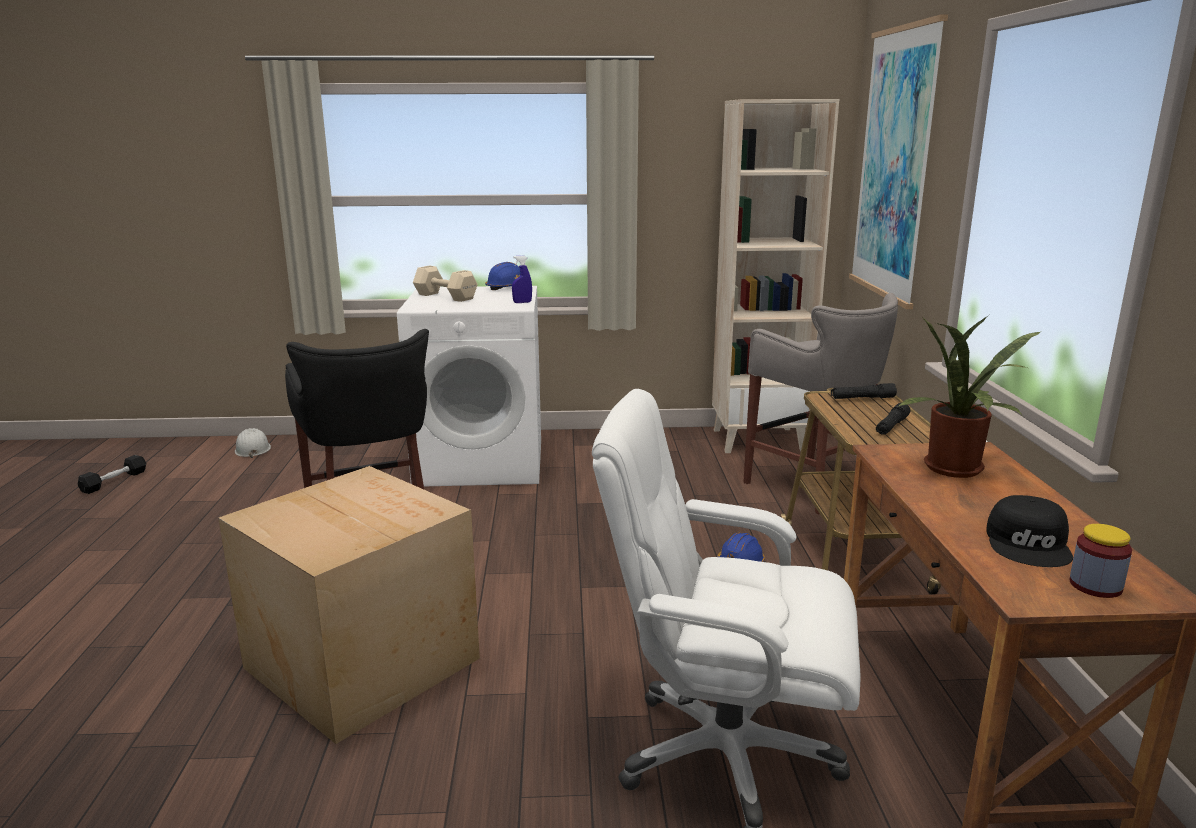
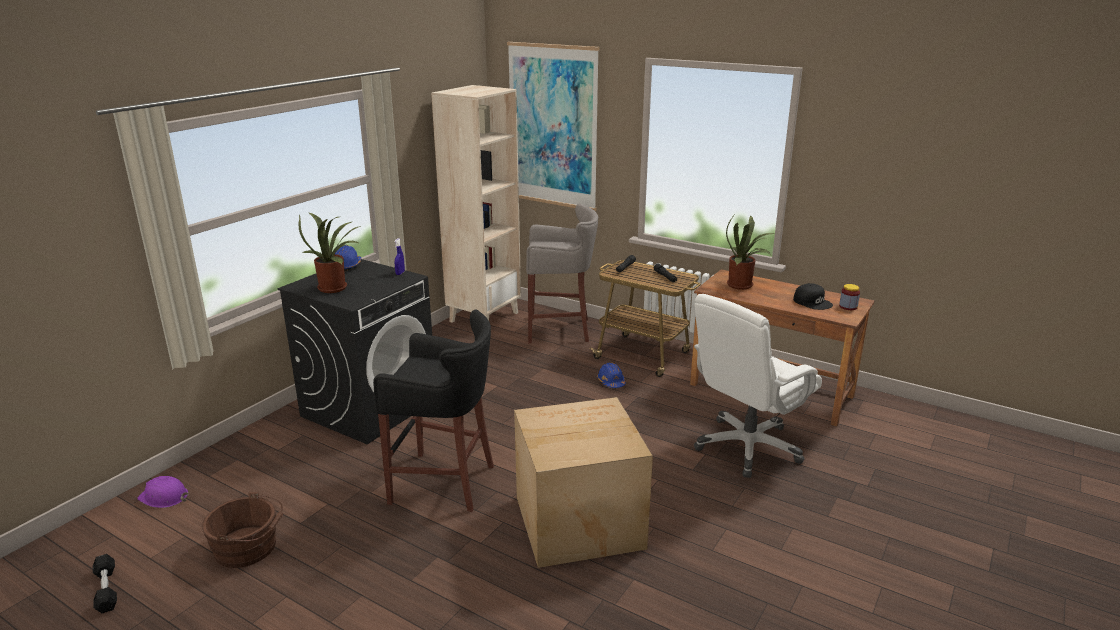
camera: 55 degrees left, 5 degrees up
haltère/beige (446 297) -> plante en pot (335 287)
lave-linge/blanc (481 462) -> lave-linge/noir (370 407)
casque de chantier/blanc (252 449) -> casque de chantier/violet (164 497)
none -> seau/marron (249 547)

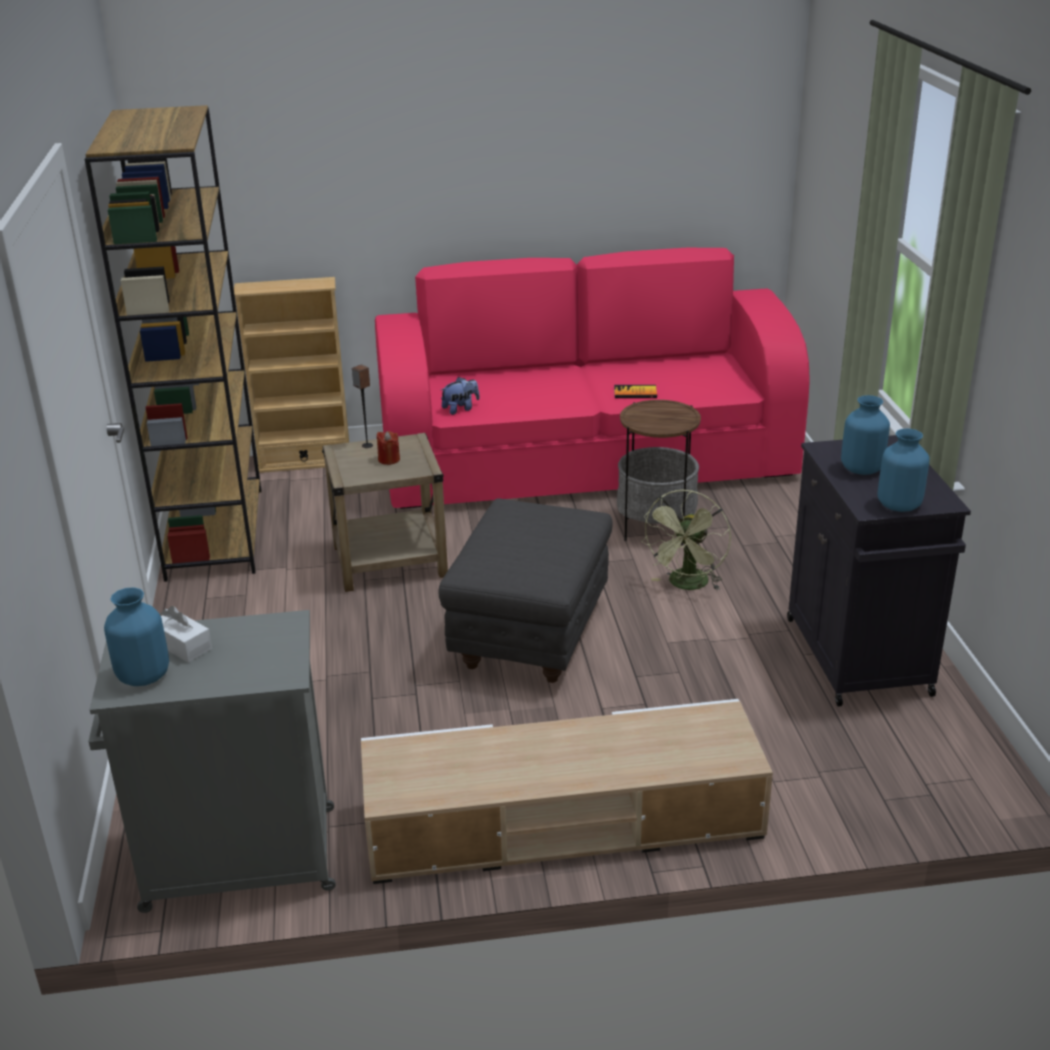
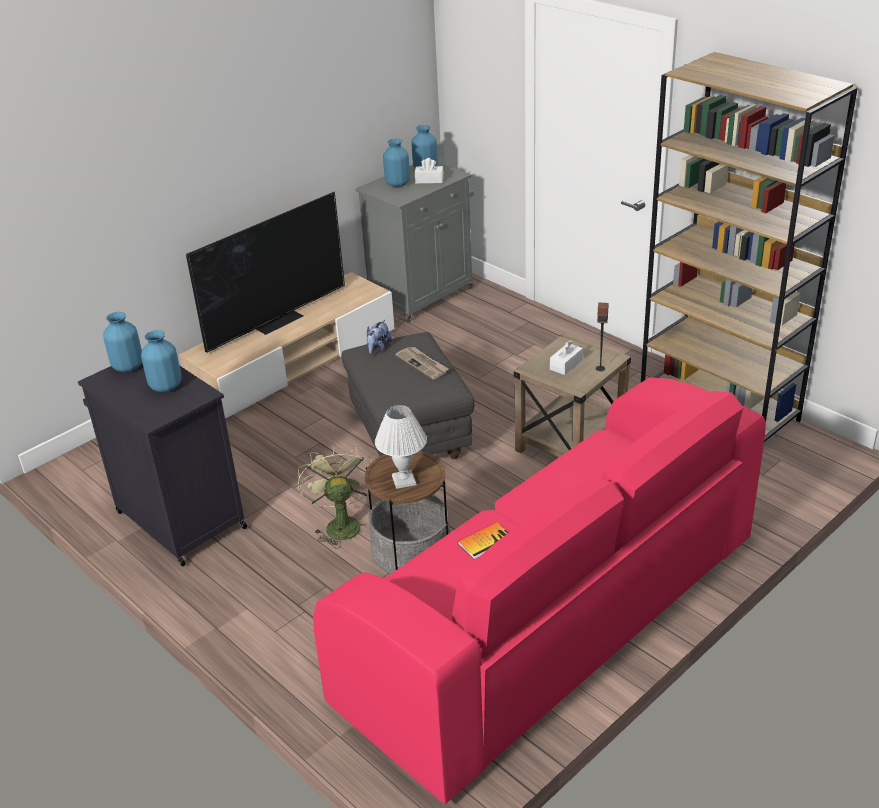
camera: 145 degrees right, 5 degrees up
bibliothèque/beige (305 462) -> none
peluche (460 409) -> peluche (378 348), moved
bougie/rouge (389 459) -> boîte à mouchoirs/blanc (566 364)
none -> vase/bleu (397 184)
none -> téléviseur (277 320)
none -> journal (423 364)
none -> lampe de table/blanc (404 481)

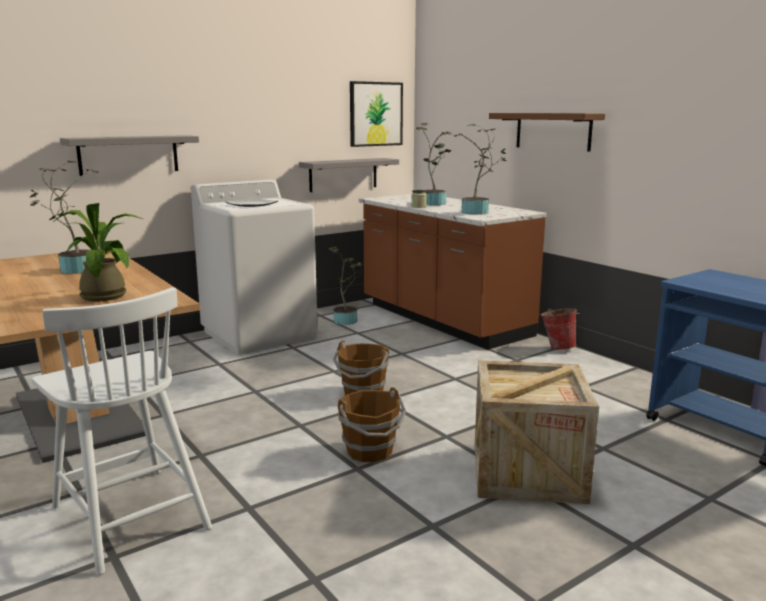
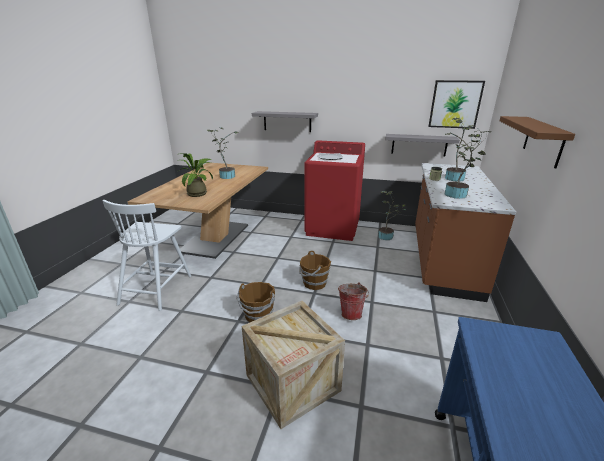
camera: 50 degrees right, 10 degrees up
lave-linge/blanc (260 334) -> lave-linge/rouge (333 228)
seau (557 347) -> seau (351 313), moved

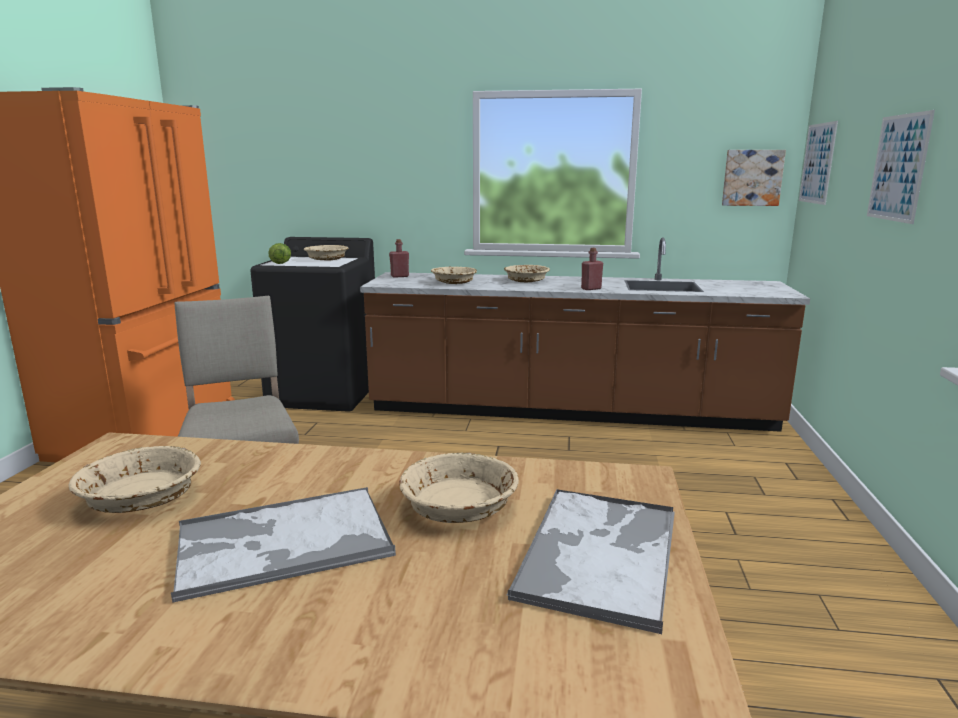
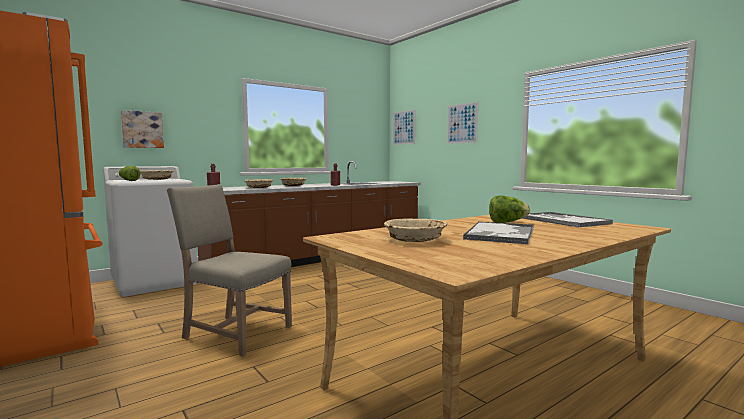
camera: 45 degrees left, 10 degrees down
tableau (752 178) -> tableau (142 129), moved
lave-linge/noir (325 394) -> lave-linge/blanc (155 282)
bol/beige (459 506) -> laitue (507 222)

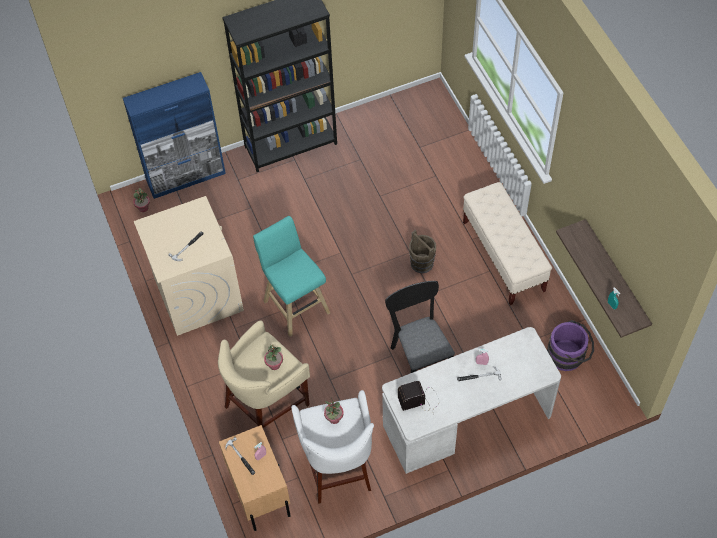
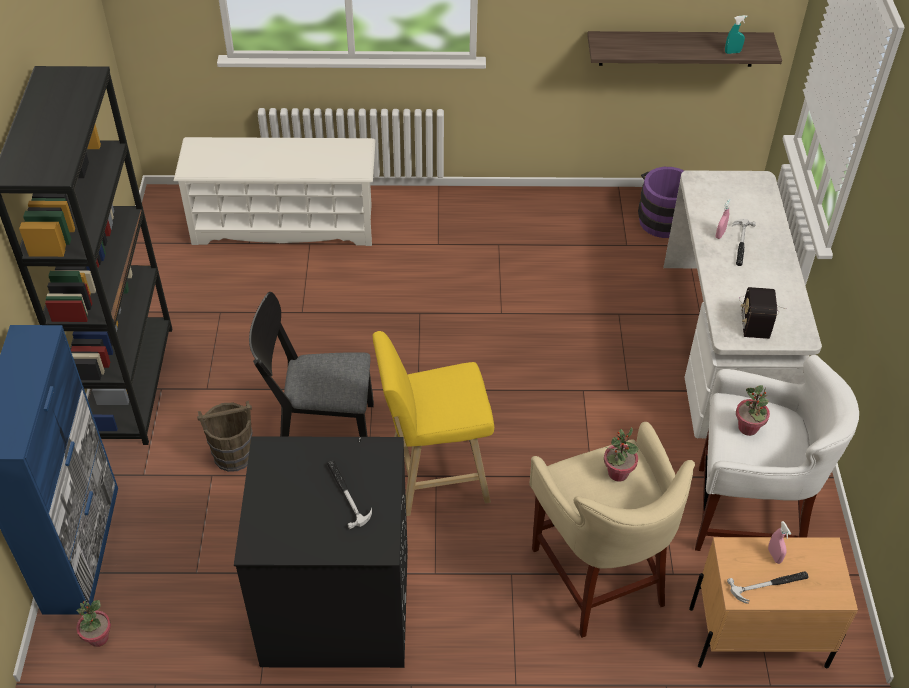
camera: 70 degrees left, 10 degrees down
banc/beige (503 256) -> none
lave-linge/beige (198 293) -> lave-linge/noir (335 606)
tabouret/turquoise (295 304) -> tabouret/jaune (434 476)
seau/marron (421 263) -> seau/marron (233 455), moved
chaise/noir (419 357) -> chaise/noir (318 429), moved
none -> étagère à chaussures/blanc (285 224)

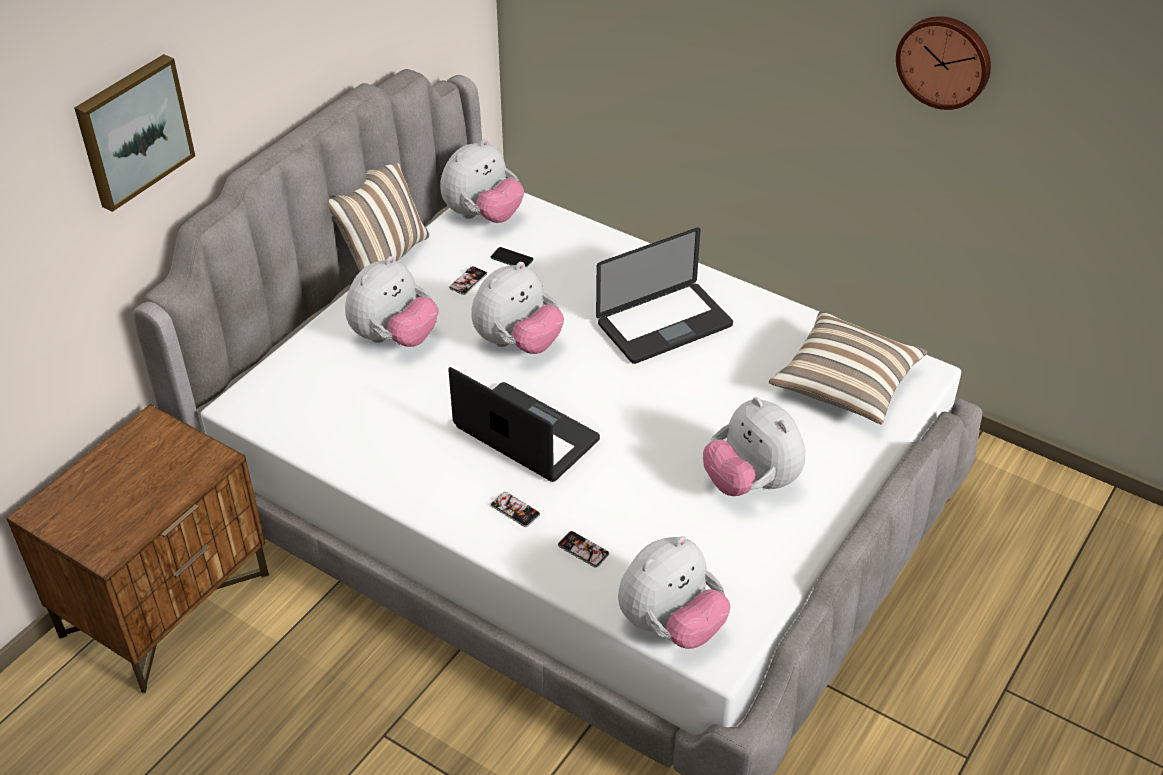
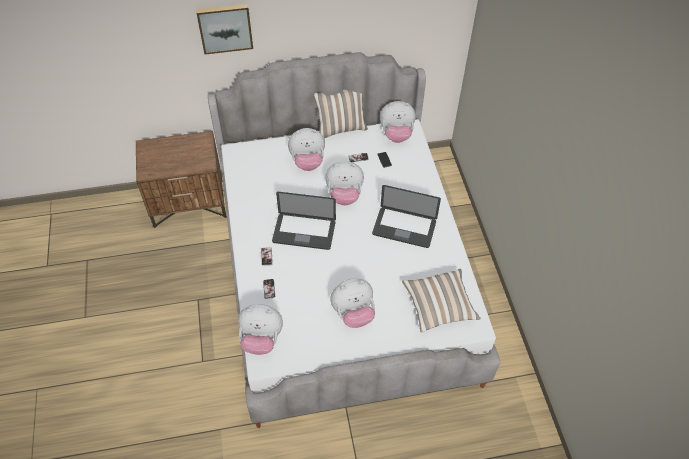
camera: 45 degrees right, 10 degrees up
horloge murale (945 61) -> none
ordinateur portable (526 434) -> ordinateur portable (304 232), 105 degrees clockwise
peluche (751 483) -> peluche (353 313), 120 degrees counterclockwise

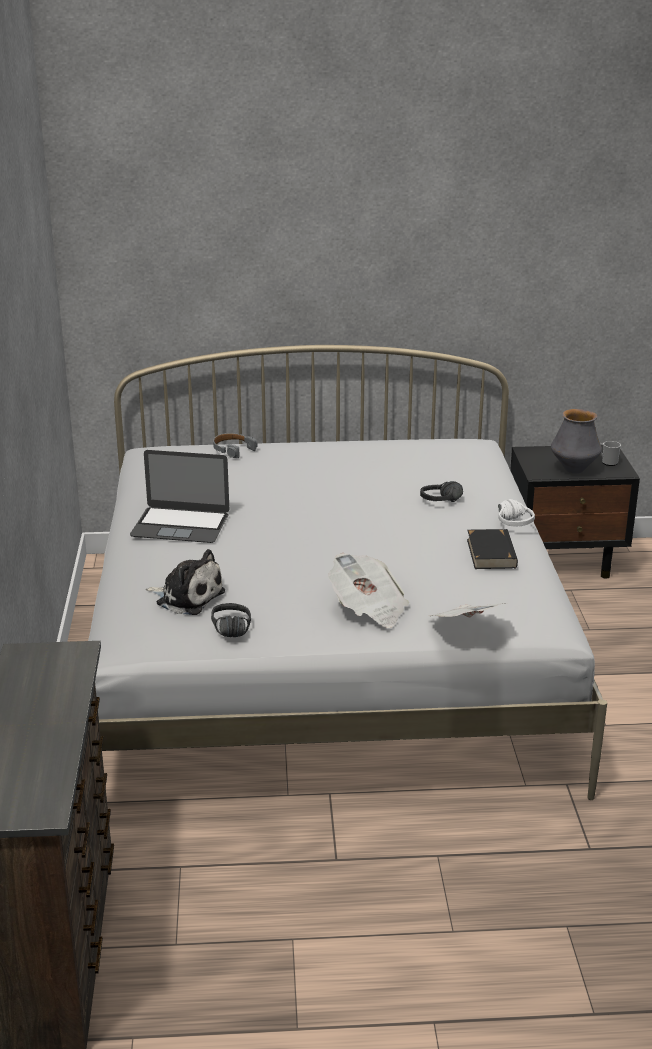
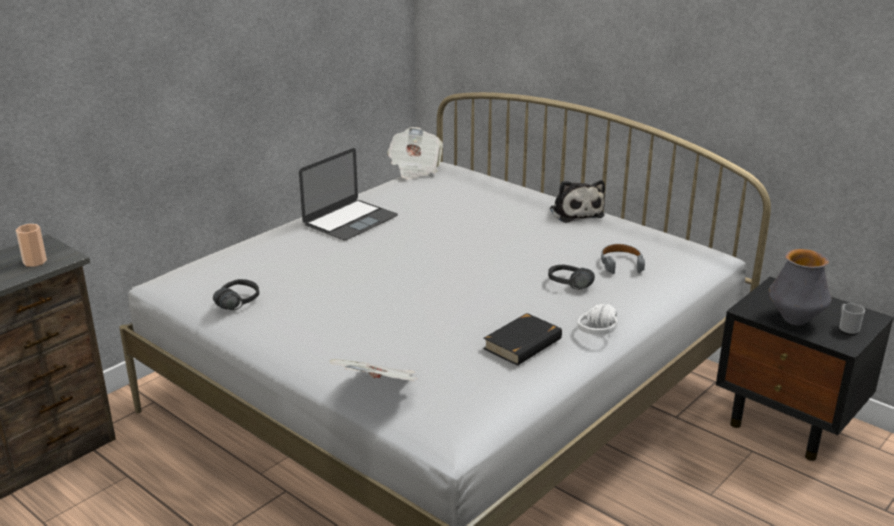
camera: 45 degrees right, 0 degrees up
casque audio/gris (233 449) -> casque audio/gris (621 264), moved
ordinateur portable (180 525) -> ordinateur portable (350 220), 105 degrees counterclockwise
peluche (187 597) -> peluche (575 212), moved
journal (368 609) -> journal (415 168), moved
none -> tasse (35 261)

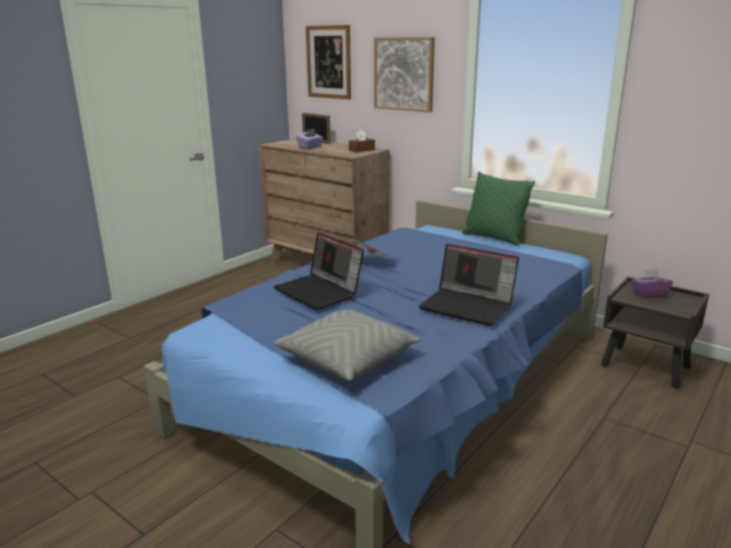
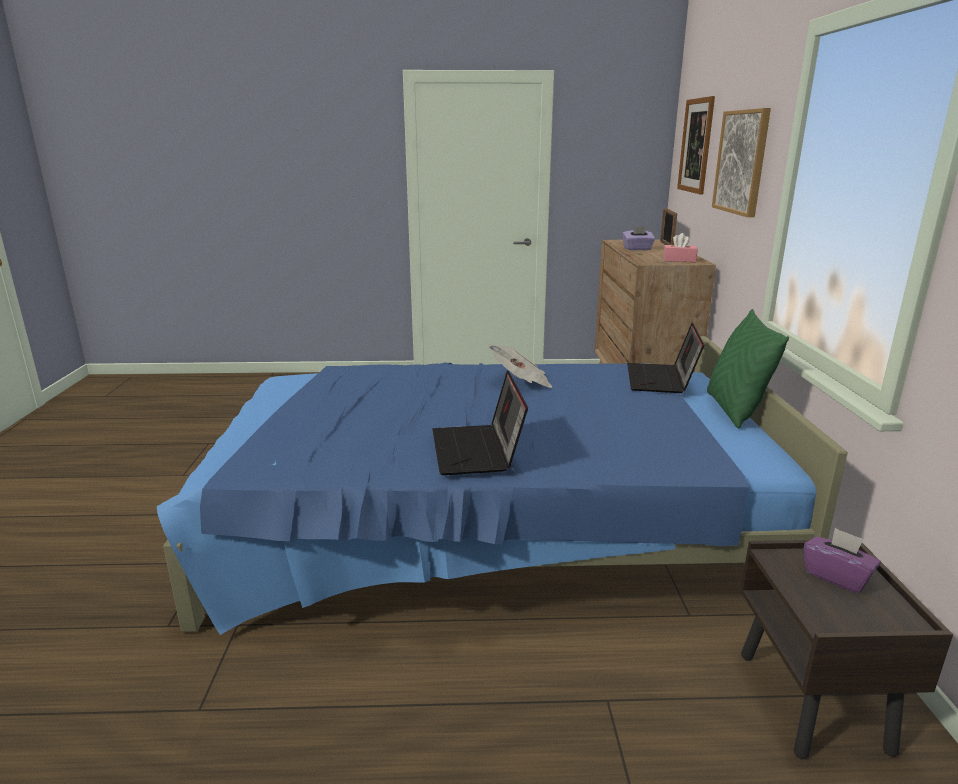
camera: 50 degrees right, 0 degrees up
boîte à mouchoirs/marron (361 150) -> boîte à mouchoirs/rose (679 260)
ordinateur portable (319 292) -> ordinateur portable (661 380), moved
coussin/gris (348 359) -> none

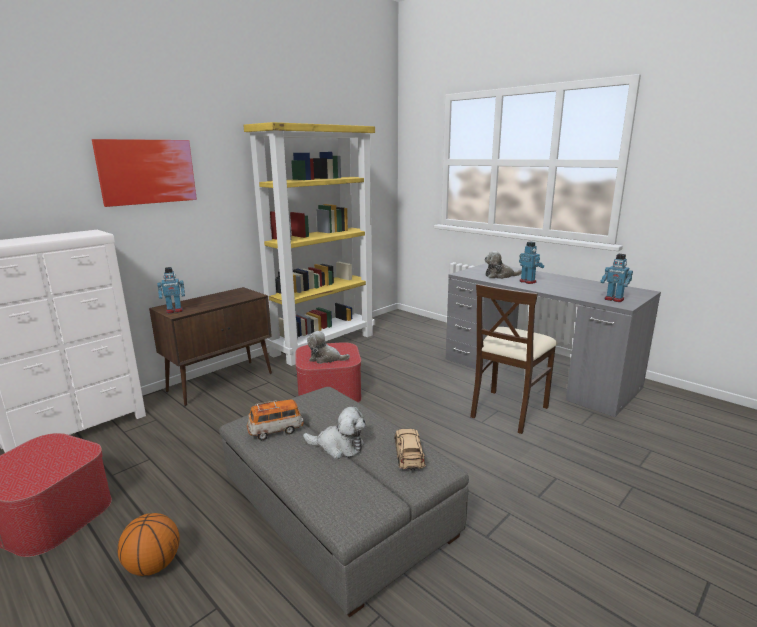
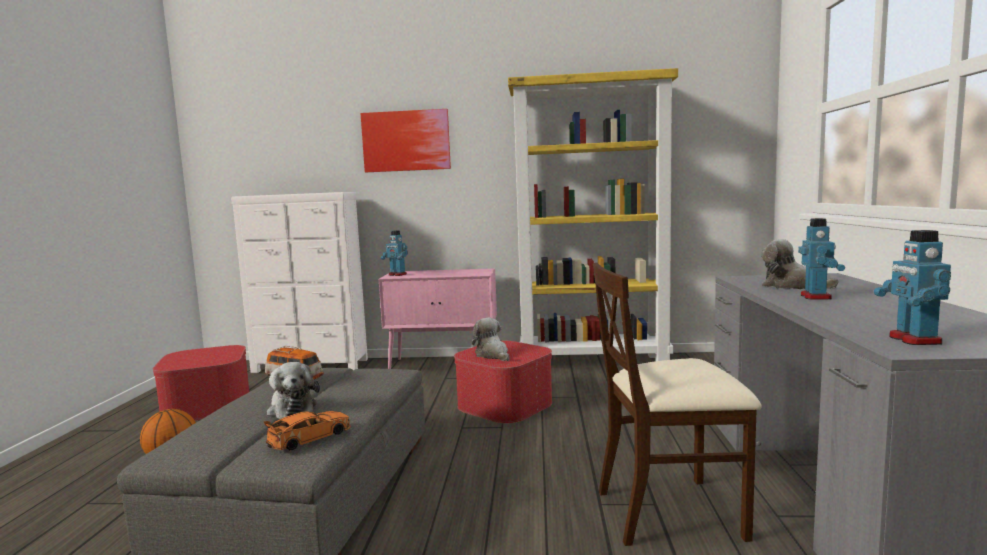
camera: 50 degrees right, 10 degrees down
meuble de rangement/marron (221 382) -> meuble de rangement/rose (445 365)
petite voiture/beige (409 453) -> petite voiture/orange (309 437)

